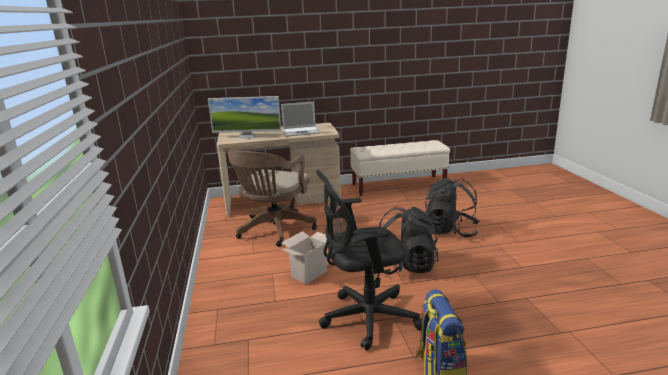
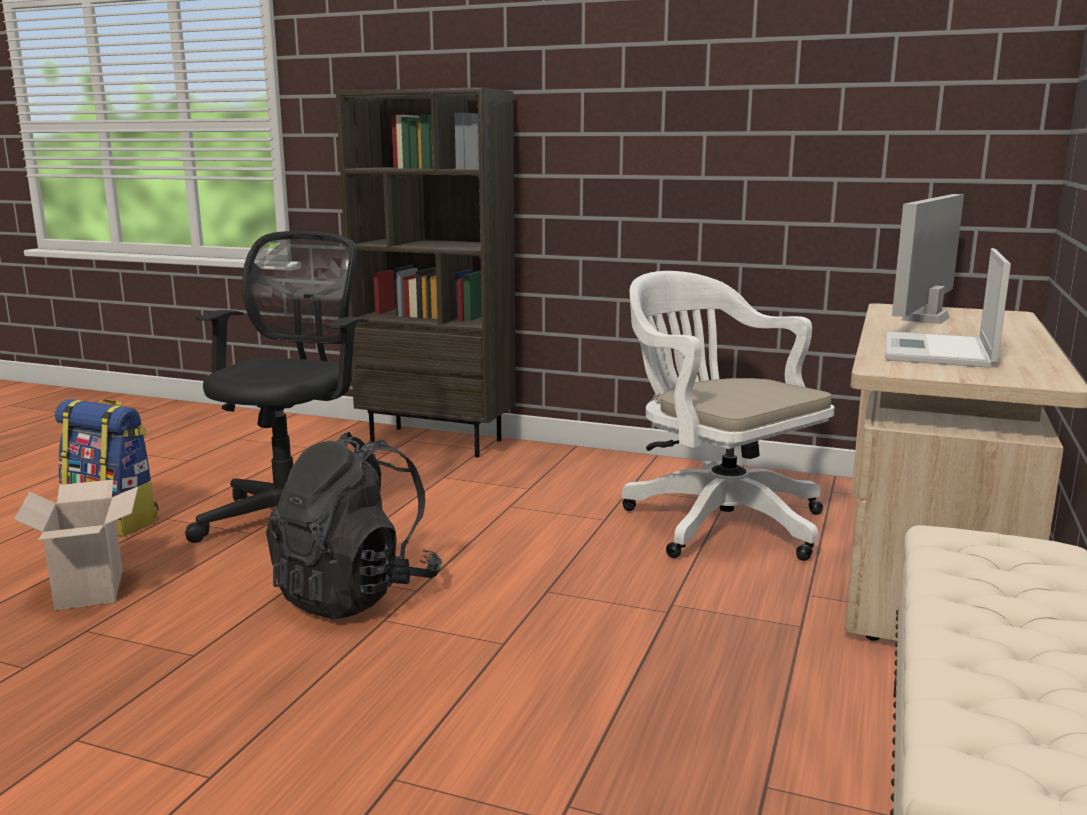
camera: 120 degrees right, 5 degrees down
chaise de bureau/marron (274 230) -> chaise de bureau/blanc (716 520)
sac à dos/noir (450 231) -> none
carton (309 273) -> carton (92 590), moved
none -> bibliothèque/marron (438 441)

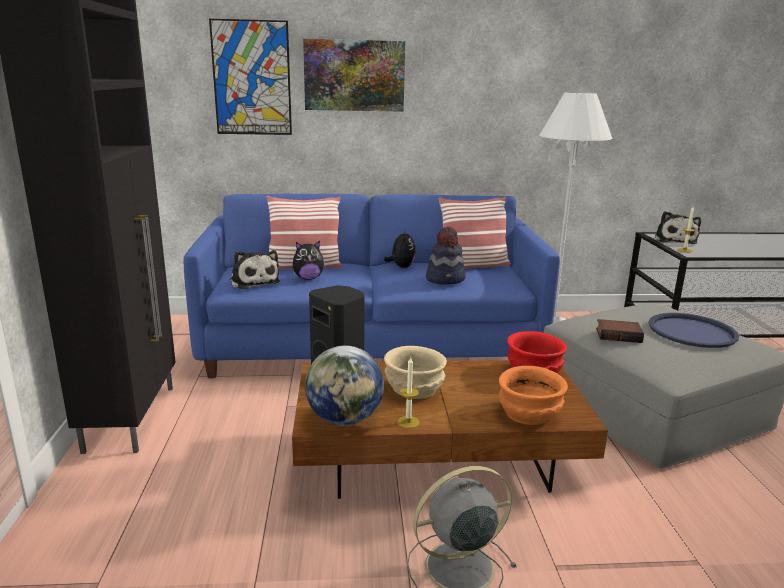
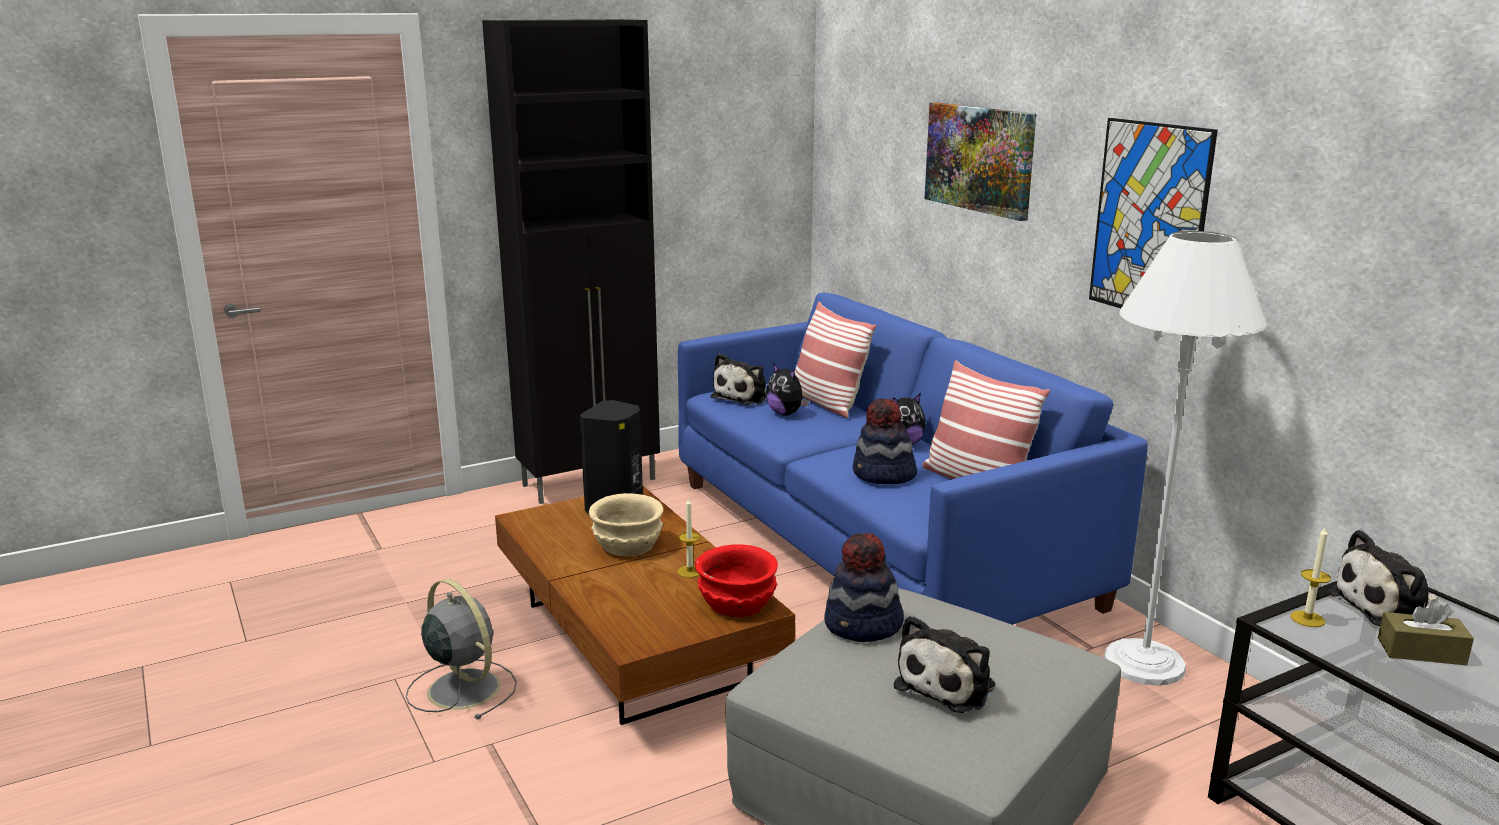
camera: 65 degrees right, 0 degrees up
tableau (252 78) -> tableau (1149 220), moved
plateau/bleu (691 331) -> peluche (948 684)
livre (619 335) -> chapeau (863 626)
globe (345 420) -> none
bougie (408 422) -> bougie (690 571), moved
bol/orange (529 414) -> none
none -> boîte à mouchoirs/marron (1421 651)

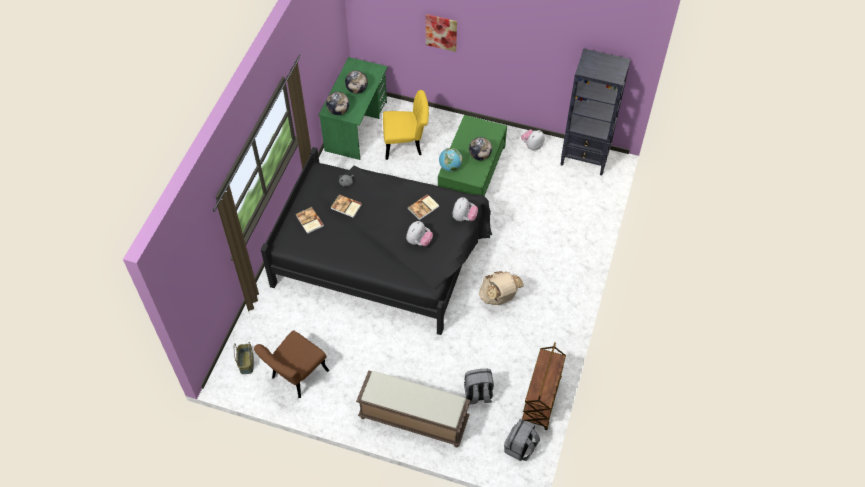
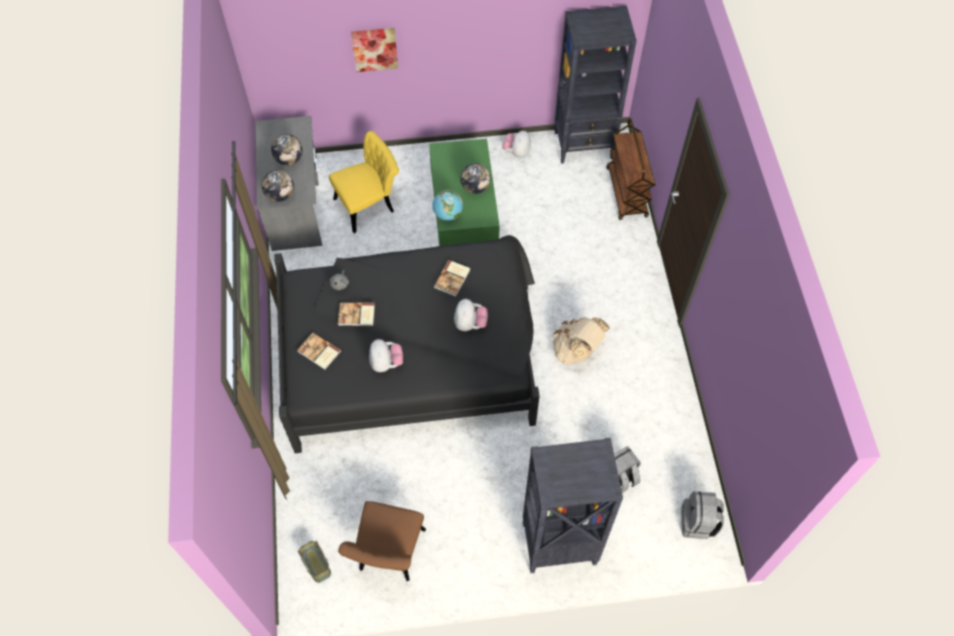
camera: 25 degrees left, 5 degrees up
bureau/vert (356 126) -> bureau/gris (295 205)
peluche (464 217) -> peluche (386 363), moved
chariot/marron (541 400) -> chariot/marron (627 193), moved
banc/marron (413 418) -> bibliothèque/noir (558 544)

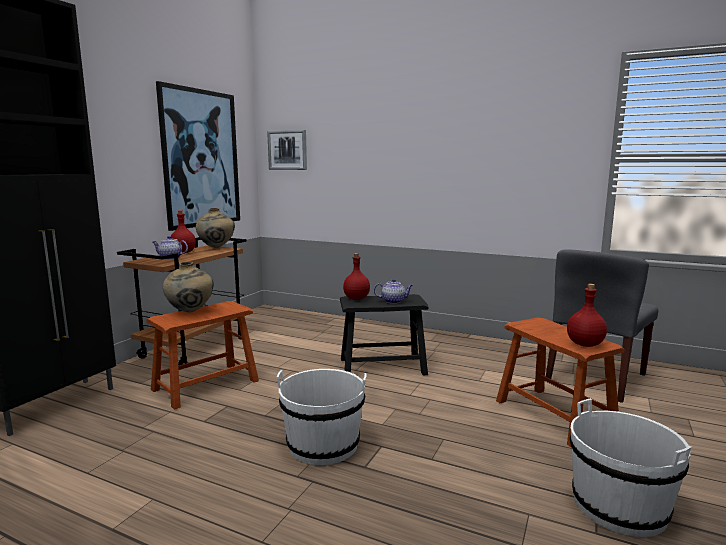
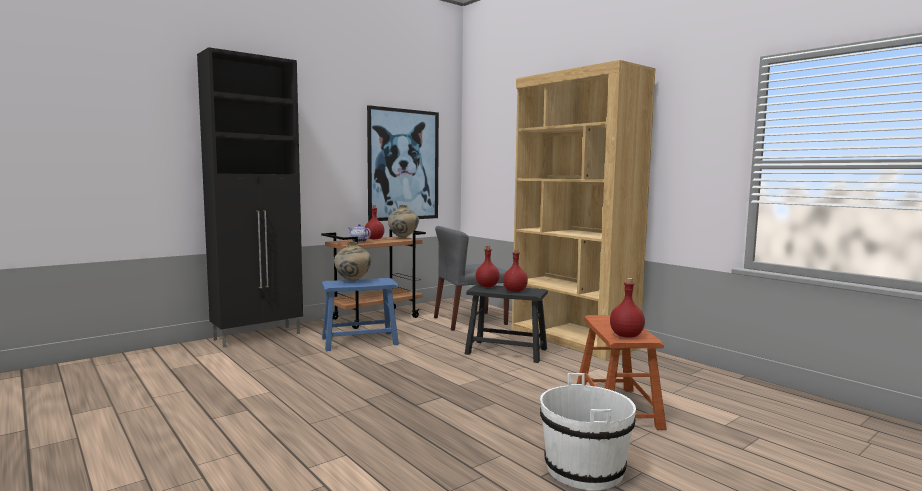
camera: 25 degrees right, 5 degrees down
tableau (287 150) -> none
chaise/gris (596 377) -> chaise/gris (469 321), moved
théière (393 301) -> bouteille/rouge (515 291)
tabouret/marron (206 385) -> tabouret/bleu (359 341)
seau/blanc (323 445) -> none
none -> bibliothèque/marron (572 339)

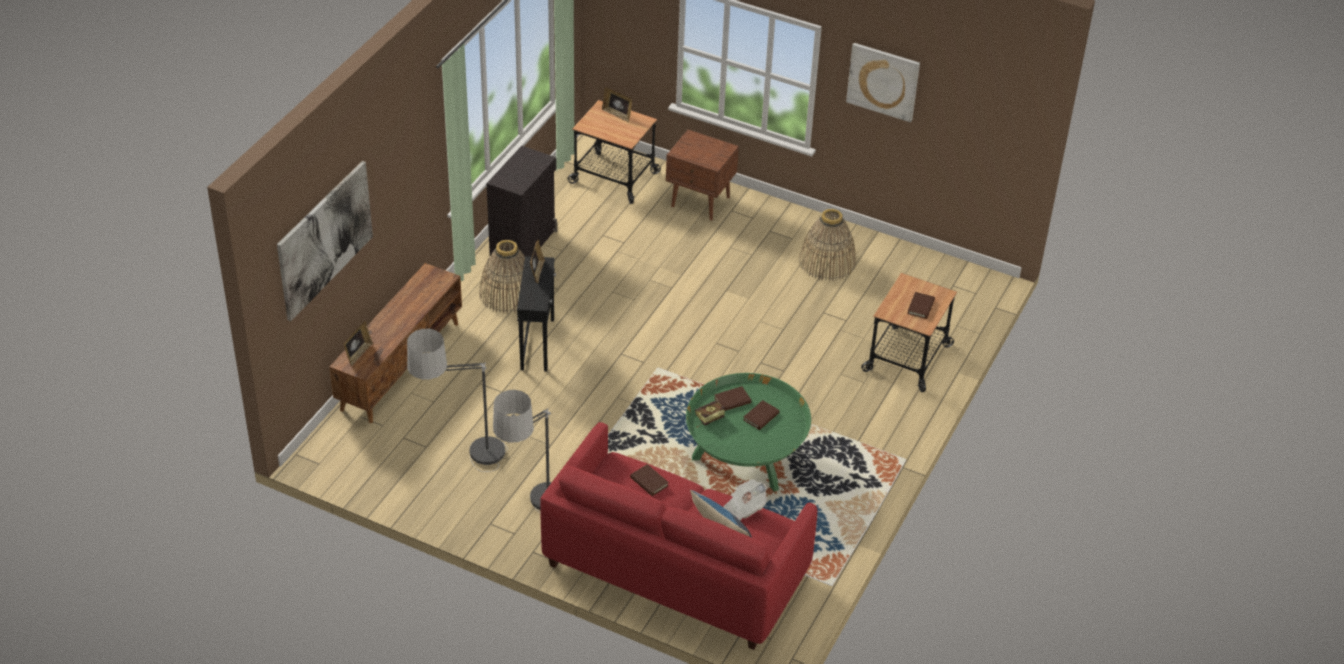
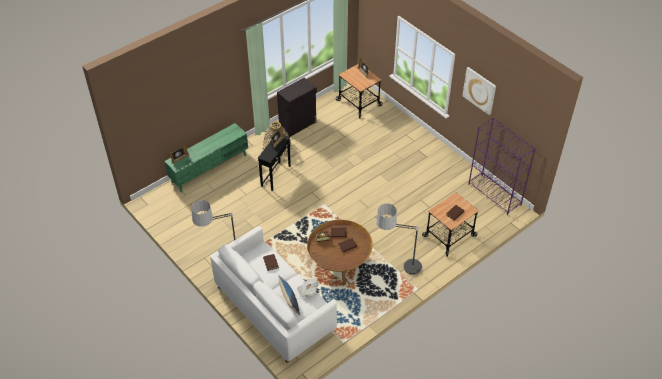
camera: 25 degrees right, 5 degrees up
table de chevet/marron (701 202) -> none
tableau (324 239) -> none
panier (827 262) -> none
meuble télé/marron (400 365) -> meuble télé/vert (209 168)
lampadaire (463 466) -> lampadaire (398 271), moved
table basse/vert (745 457) -> table basse/marron (339 263)
canapé/rouge (675 568) -> canapé/blanc (274 308)
none -> bibliothèque/violet (494 194)

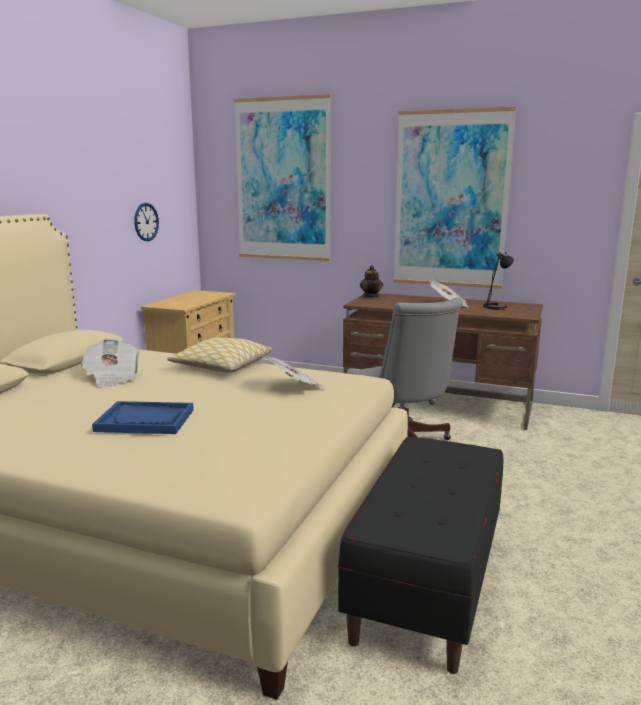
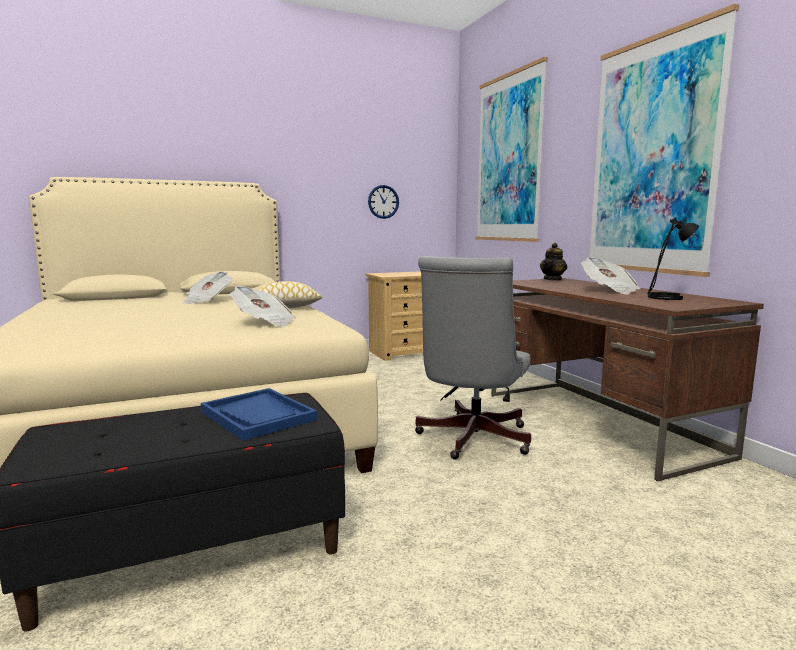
camera: 45 degrees right, 5 degrees down
plateau/bleu (145 420) -> plateau/bleu (258 416), moved

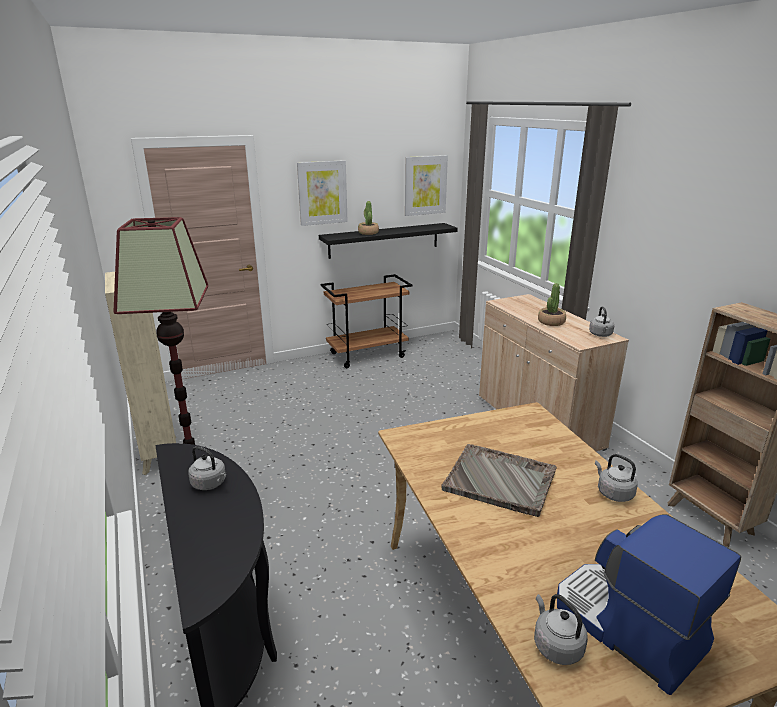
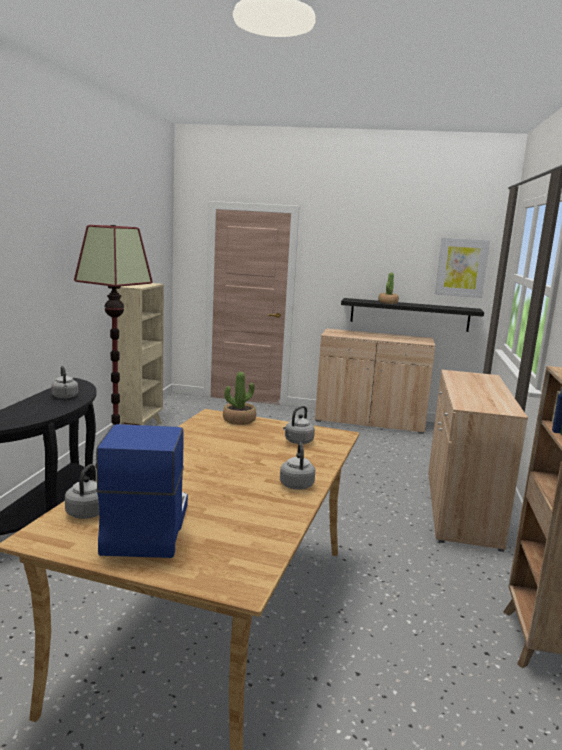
camera: 35 degrees right, 10 degrees down
tableau (322 193) -> none
chariot/marron (368 355) -> meuble de rangement/beige (369 421)
plante en pot (551 322) -> plante en pot (239 420), moved
bouilloire/gris (600 335) -> bouilloire/gris (297 442), moved
plateau/gris (501 481) -> none

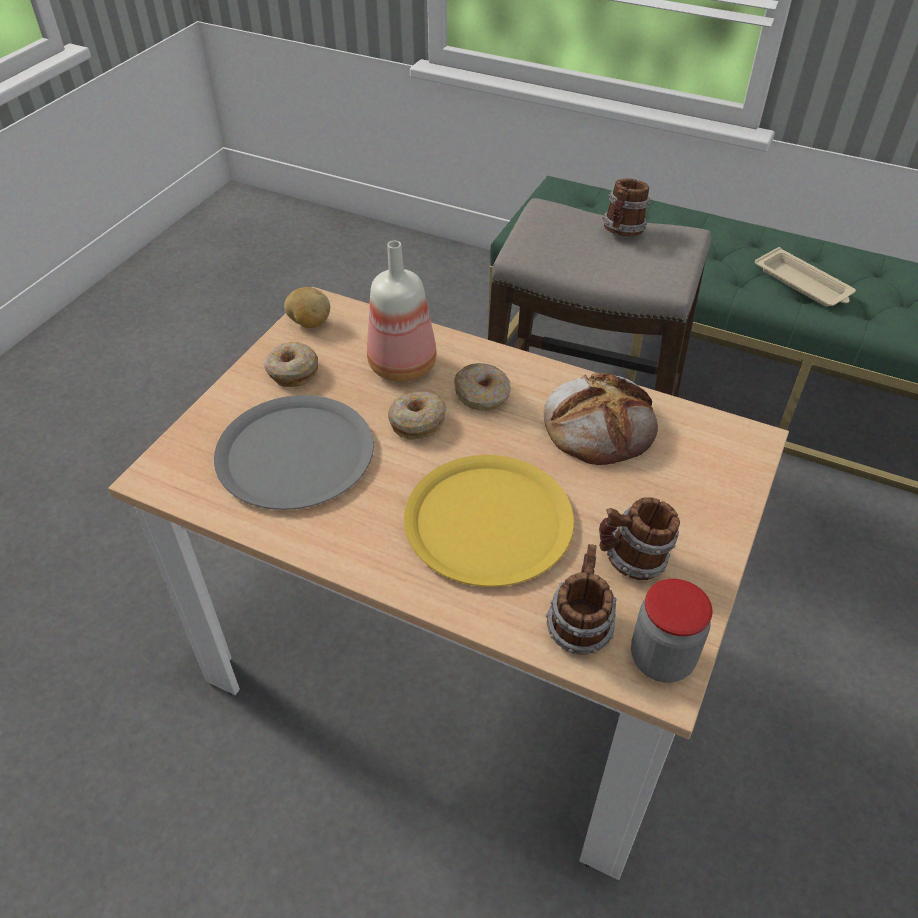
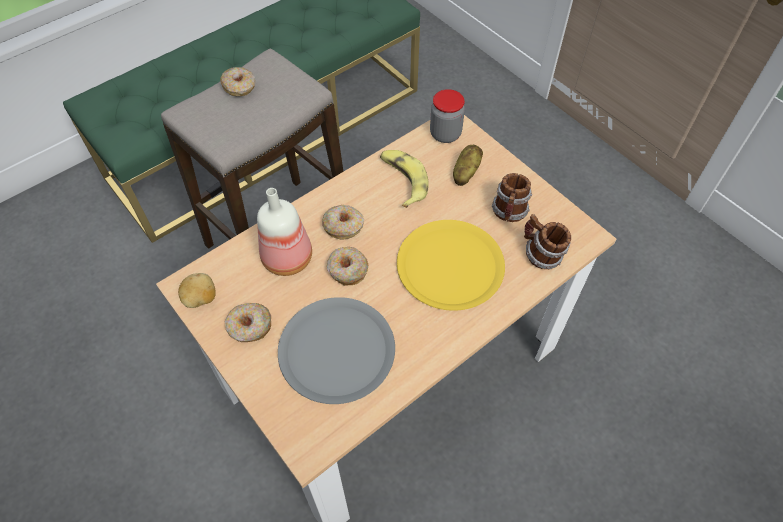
camera: 65 degrees left, 10 degrees up
mug (622 232) -> beignet (239 86)
plateau/beige (803 284) -> none
pain (600 424) -> banane (403 180)
bocal (661 658) -> bocal (445 134), moved
none -> pomme de terre (465 173)

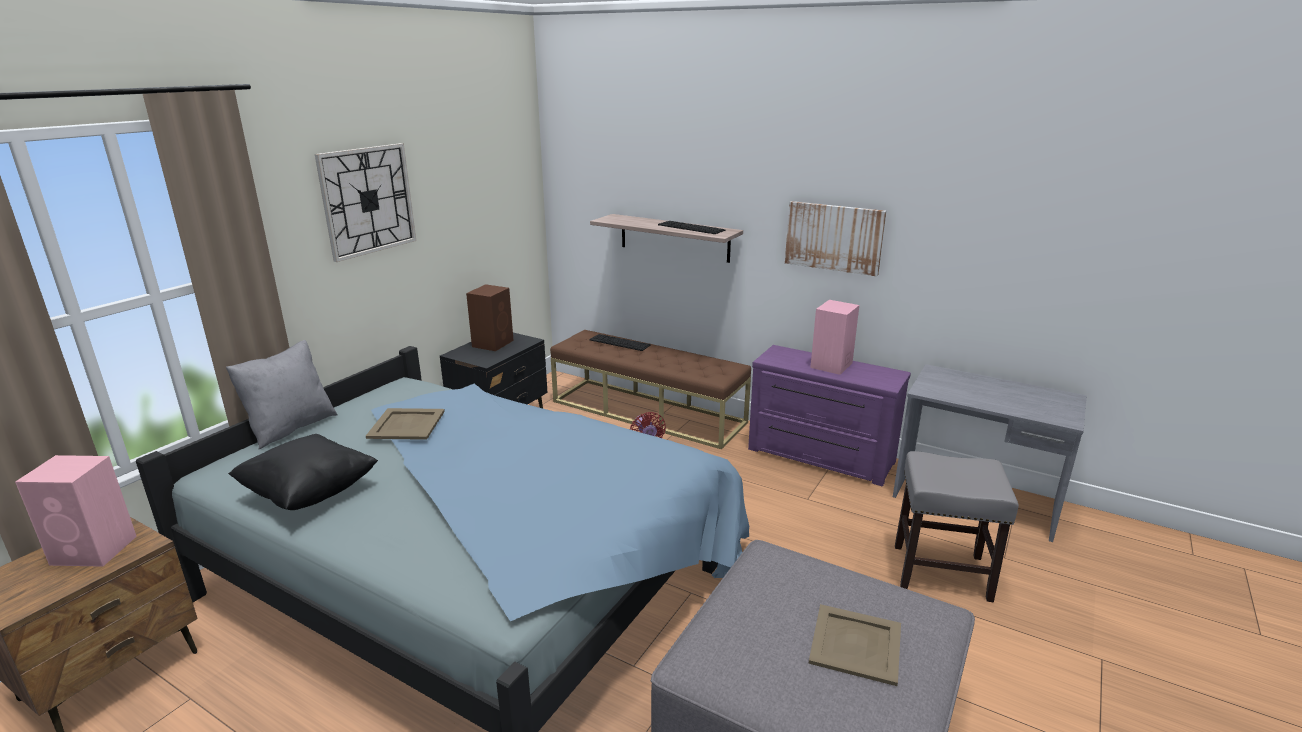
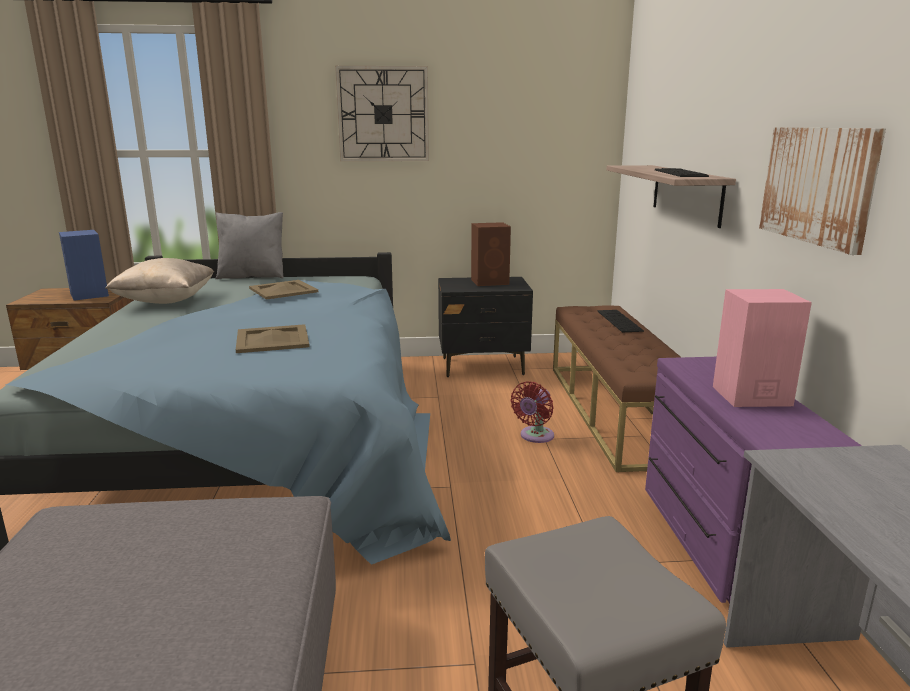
camera: 55 degrees right, 5 degrees down
coussin/noir (309 493) -> coussin/beige (166 301)
enceinte/rose (95 550) -> enceinte/bleu (89 295)
plateau/beige (855 644) -> plateau/beige (272 339), moved

